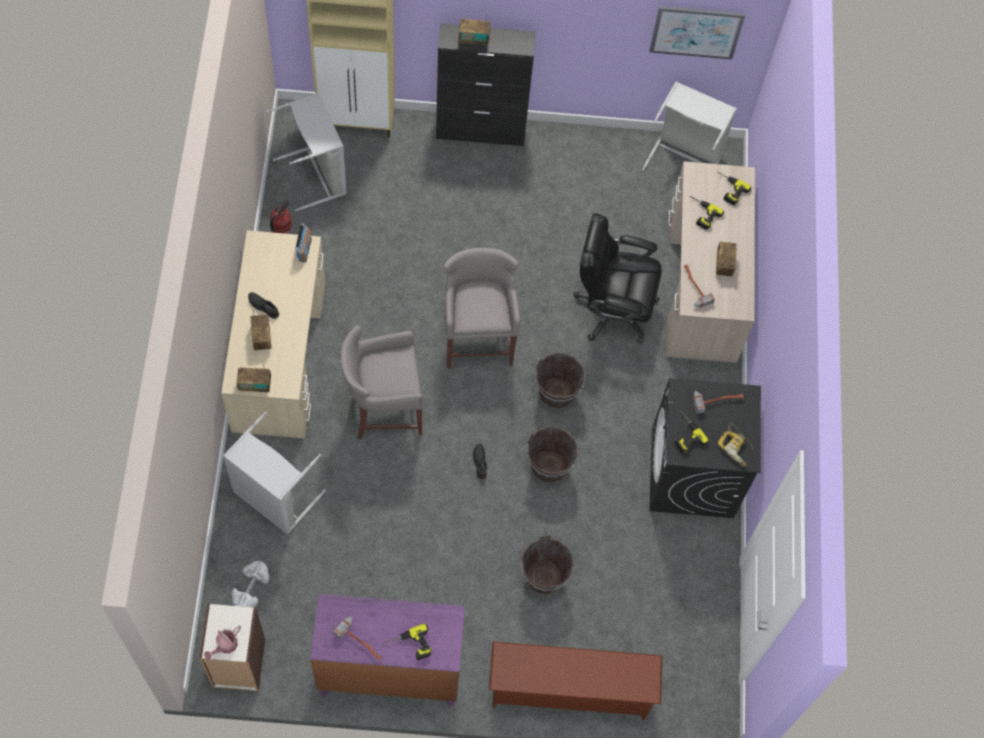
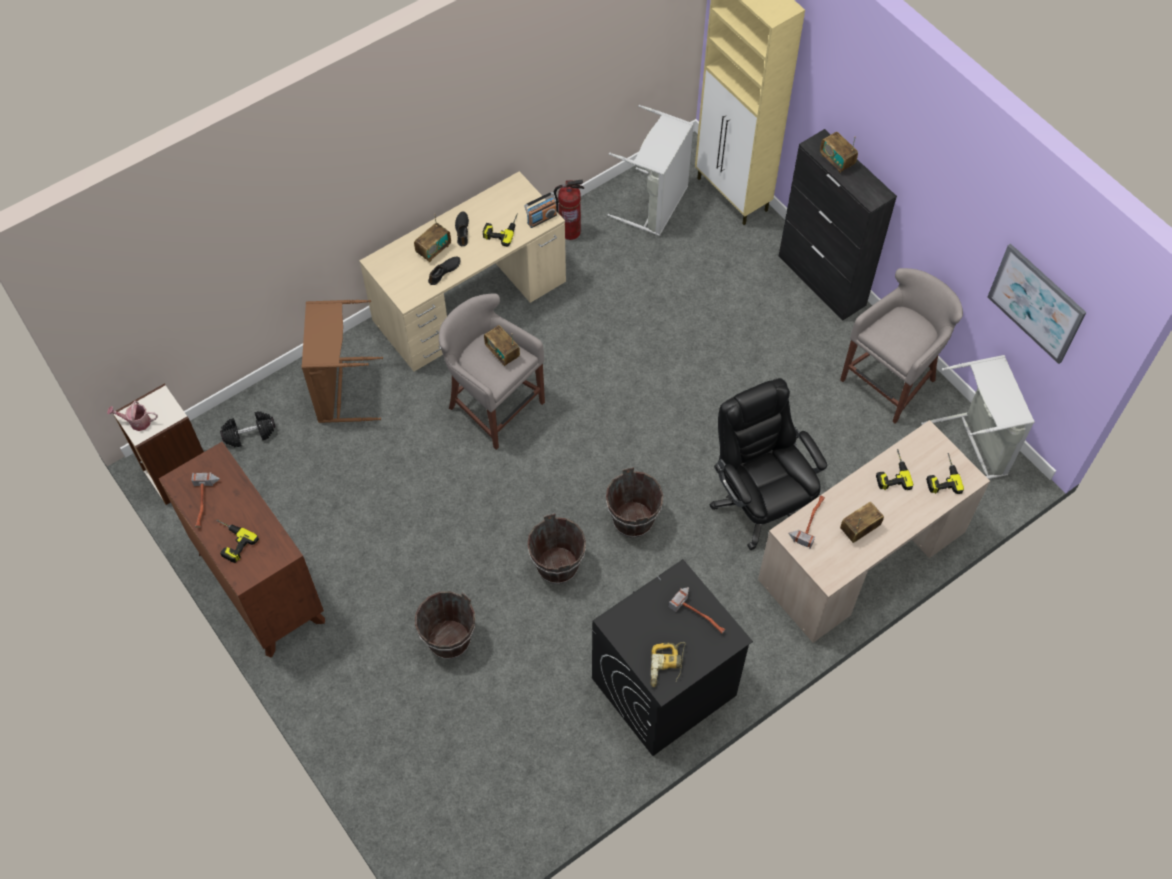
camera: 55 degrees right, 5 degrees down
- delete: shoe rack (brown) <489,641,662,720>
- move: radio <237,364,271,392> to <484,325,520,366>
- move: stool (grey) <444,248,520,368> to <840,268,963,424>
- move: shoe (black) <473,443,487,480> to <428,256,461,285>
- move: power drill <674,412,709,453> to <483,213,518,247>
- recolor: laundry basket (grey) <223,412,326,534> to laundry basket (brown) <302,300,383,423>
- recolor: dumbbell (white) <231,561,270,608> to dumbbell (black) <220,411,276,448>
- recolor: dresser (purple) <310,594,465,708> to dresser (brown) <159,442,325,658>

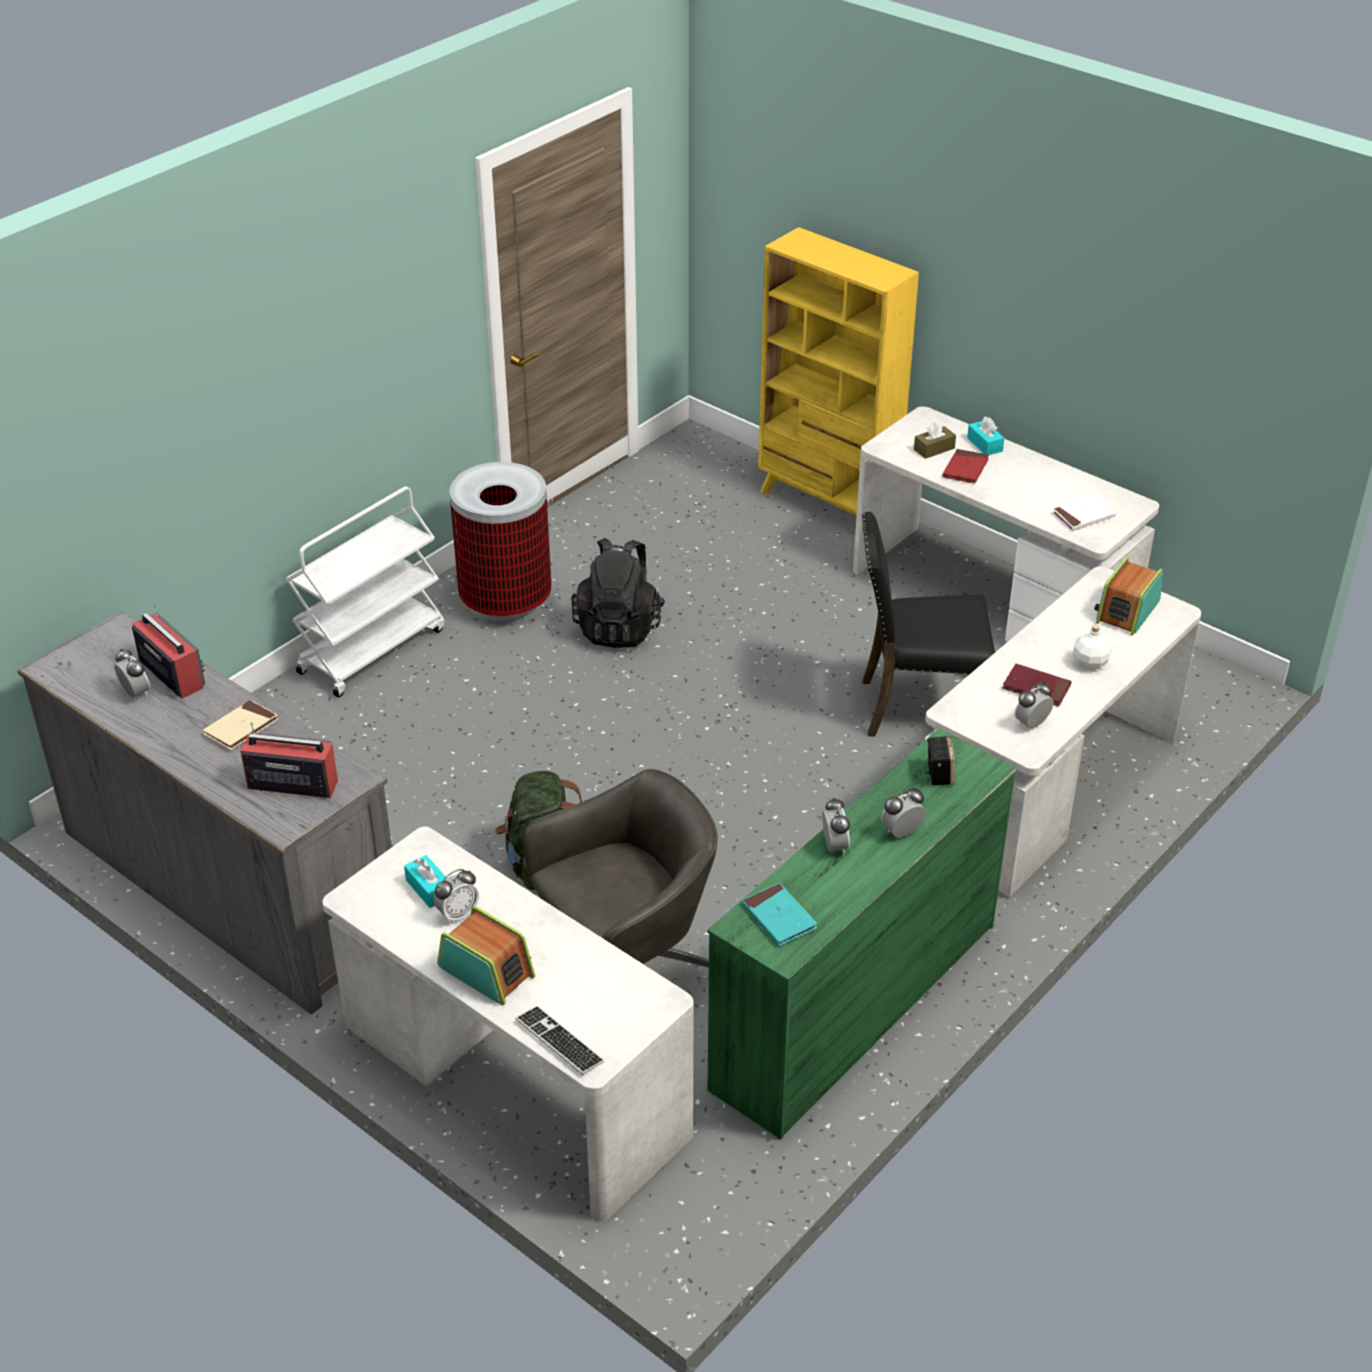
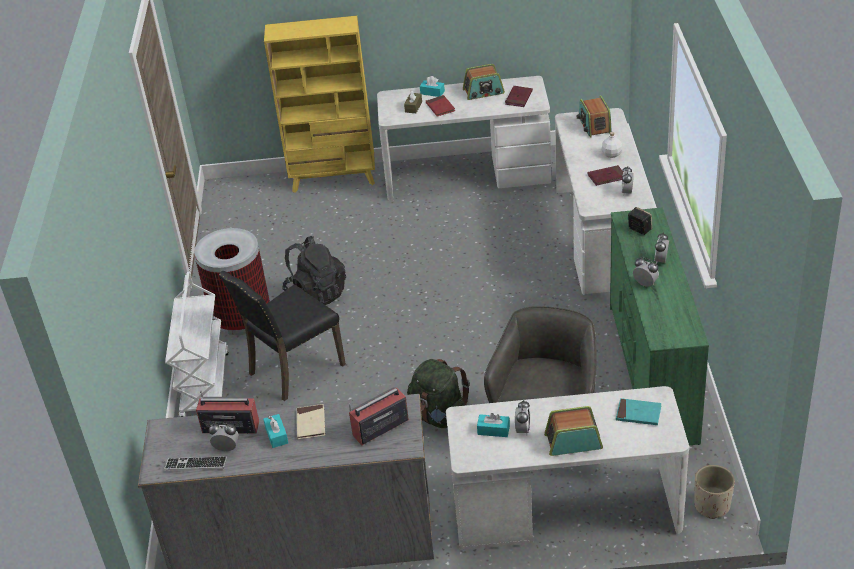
camera: 40 degrees left, 0 degrees up
- insert: tissue box (turquoise) <263,414,288,448>
- insert: radio <463,64,505,100>
- insert: planter (beige) <694,465,735,519>
- move: keyboard <515,1006,604,1075> to <164,456,227,471>
- move: book (turquoise) <742,882,817,946> to <616,398,661,425>
- move: chair (black) <862,512,995,736> to <219,271,346,401>
- recolor: book (white) <1052,494,1116,531> to book (red) <505,86,533,107>

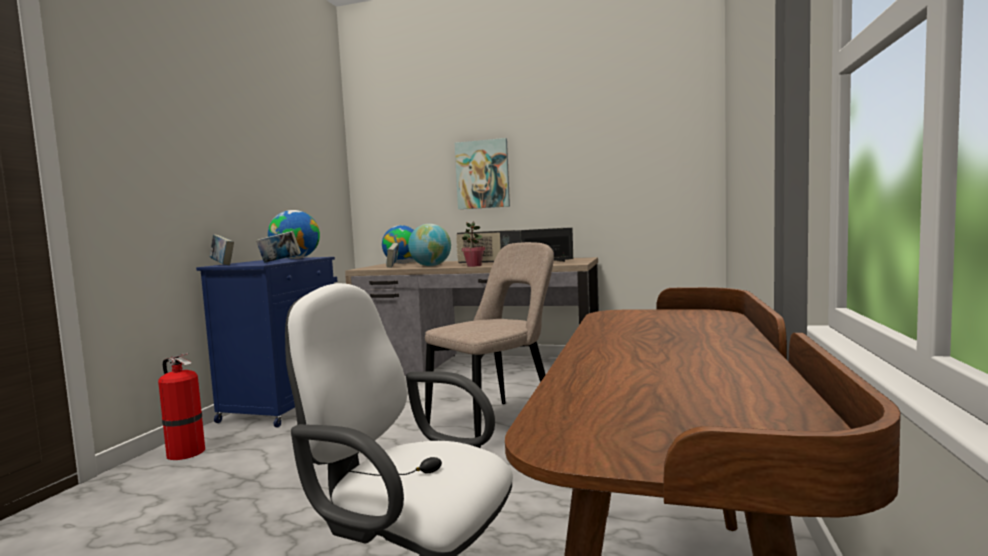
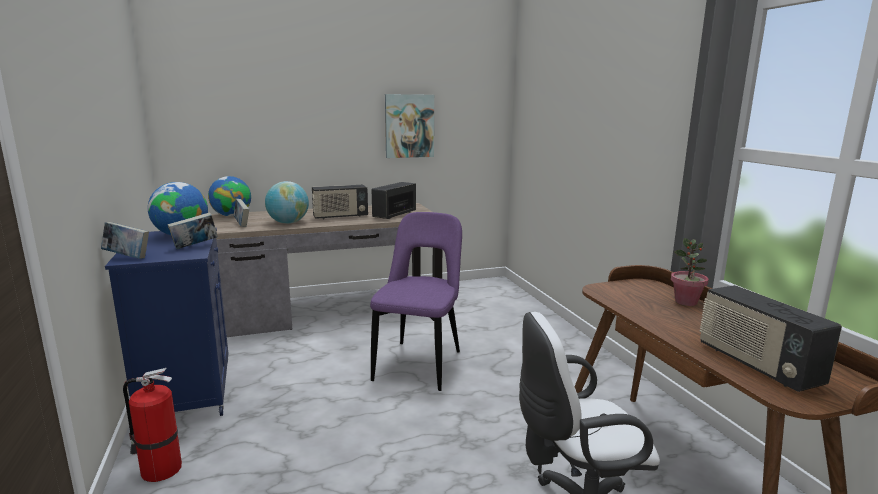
camera: 35 degrees left, 10 degrees up
- insert: radio <699,285,842,392>
- move: picture <455,138,510,209> to <385,94,434,158>
- move: potted plant <462,222,485,267> to <671,238,709,306>
- recolor: chair (beige) <425,242,554,448> to chair (purple) <370,212,462,391>

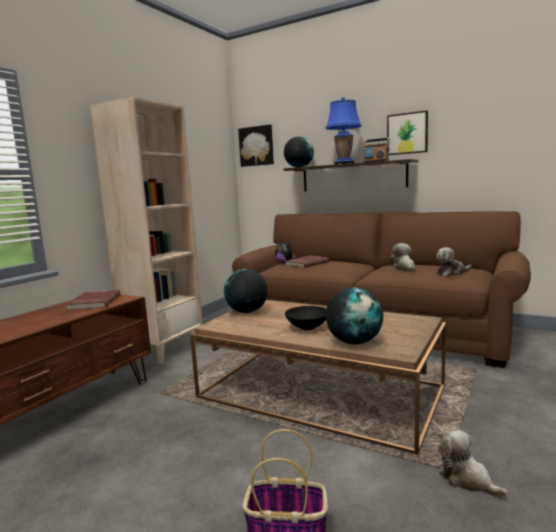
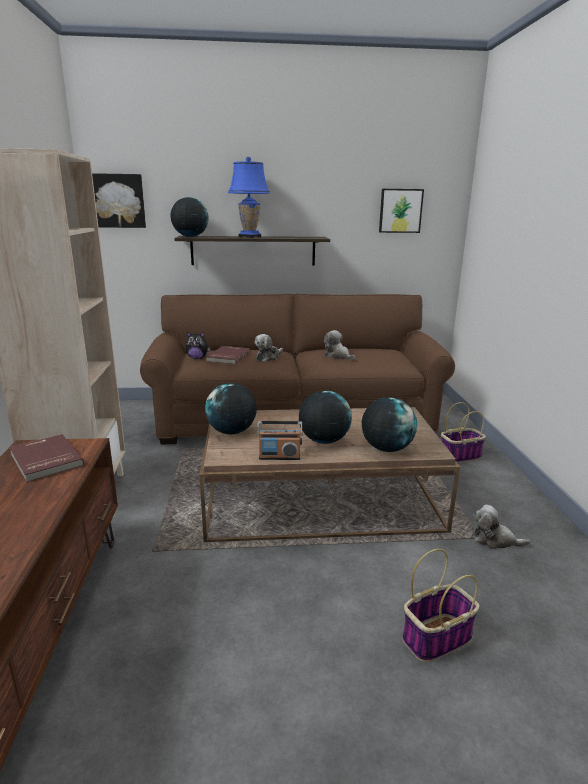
camera: 35 degrees left, 10 degrees up
- insert: basket <441,402,486,463>
- move: radio <363,138,390,162> to <257,421,303,460>
- move: picture <387,110,428,155> to <379,189,424,233>
- move: plush toy <437,247,472,276> to <255,334,283,362>
- replace: bowl (black) <285,306,326,331> to globe <299,390,352,444>

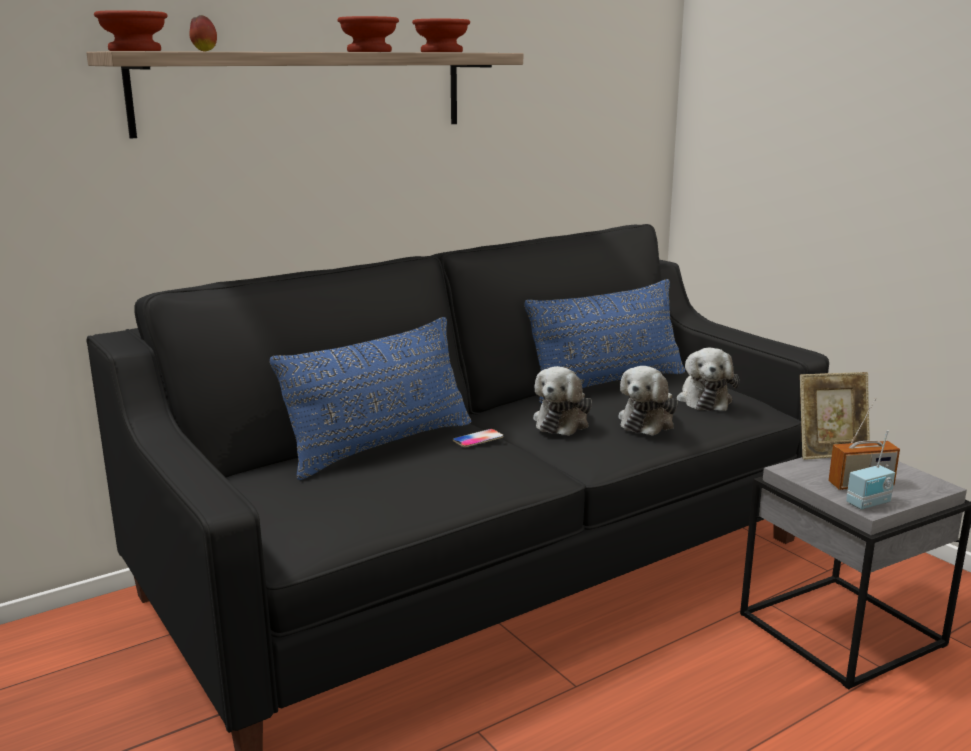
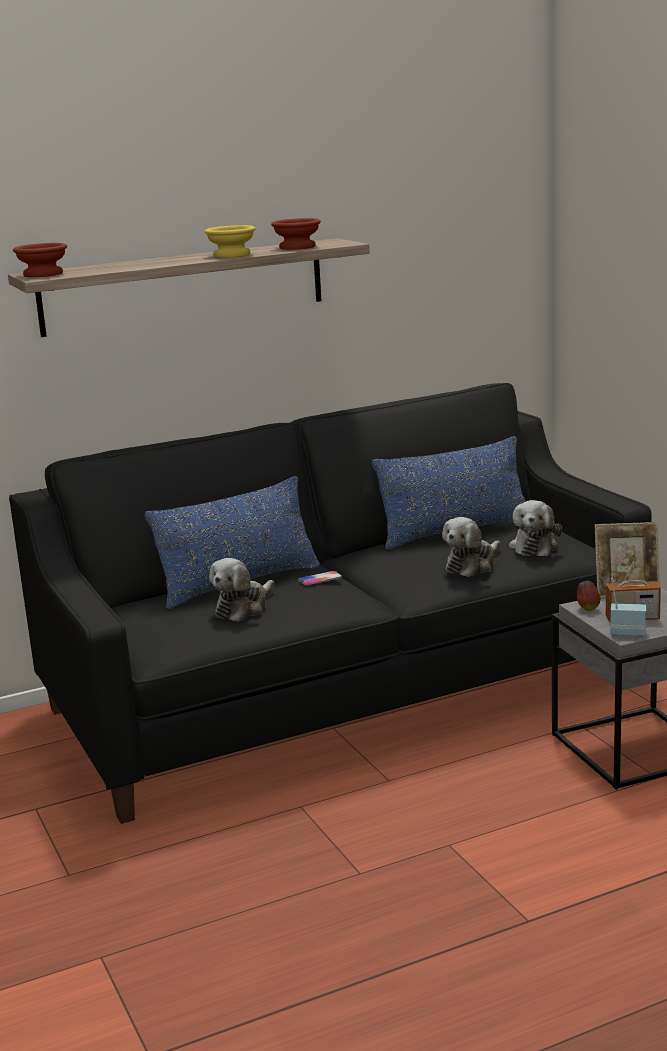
camera: 10 degrees right, 0 degrees up
- move: apple <190,15,217,51> to <577,581,600,611>
- move: plush toy <533,366,592,436> to <209,558,274,622>
- recolor: bowl (brown) <337,16,399,52> to bowl (yellow) <204,225,255,258>
- rotate: radio <846,430,895,510> = <610,578,646,637> 150 degrees counterclockwise

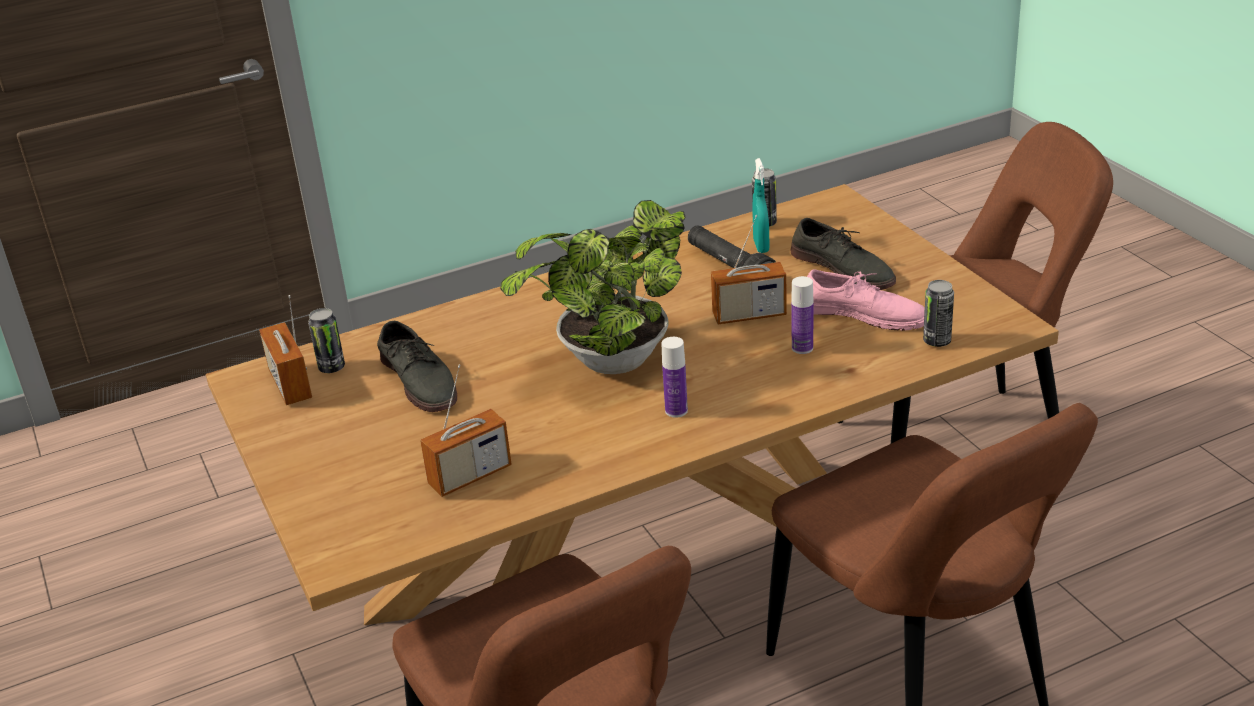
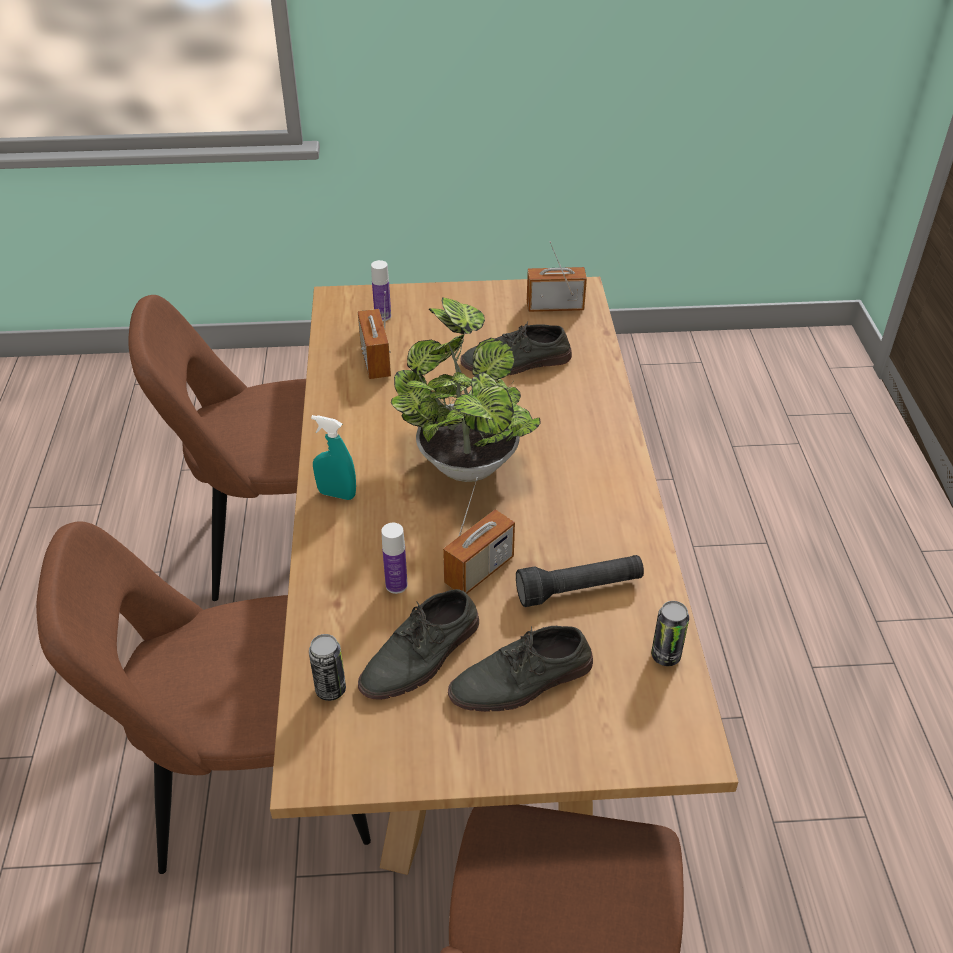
camera: 110 degrees right, 10 degrees up
- delete: can <308,308,345,373>
- move: bottle <661,337,688,418> to <371,260,391,321>
- move: spray bottle (turquoise) <753,158,769,253> to <311,415,356,500>
- recolor: shoe (pink) <807,269,925,331> to shoe (grey) <358,589,479,700>
- rotate: radio <711,215,787,324> = <443,477,515,594> 150 degrees counterclockwise

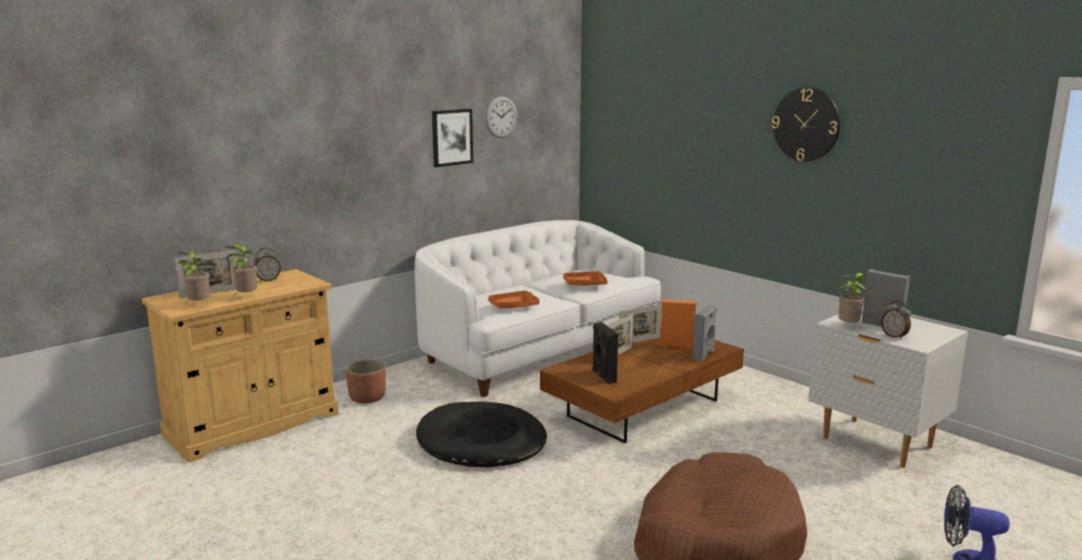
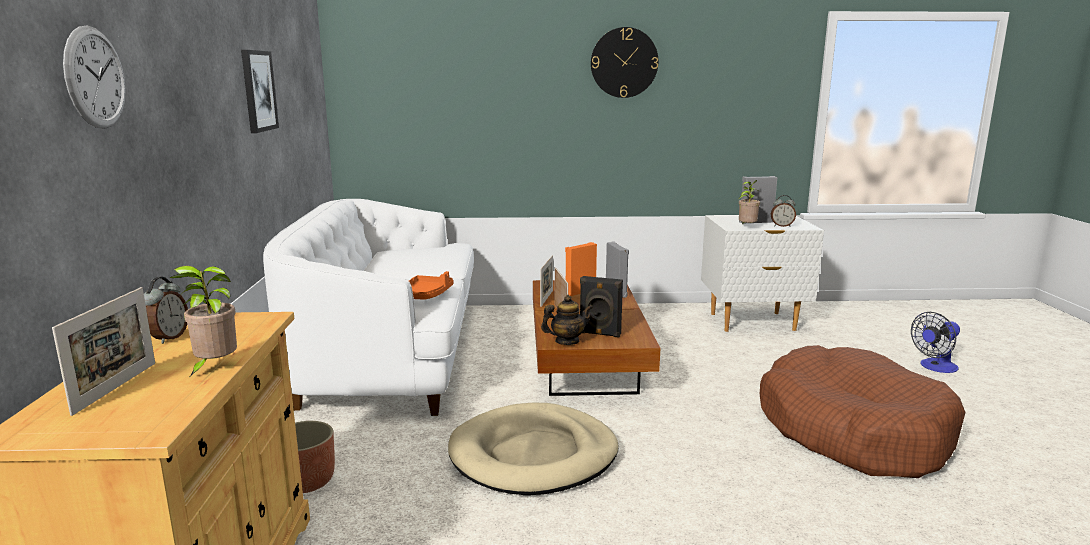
camera: 50 degrees left, 0 degrees up
- delete: potted plant <178,249,210,301>
- delete: tray (orange) <563,271,608,286>
- insert: teapot <541,295,593,345>
- move: wall clock <485,96,517,138> to <63,26,126,129>
- recolor: dog bed (black) <416,402,547,467> to dog bed (beige) <448,403,618,495>

